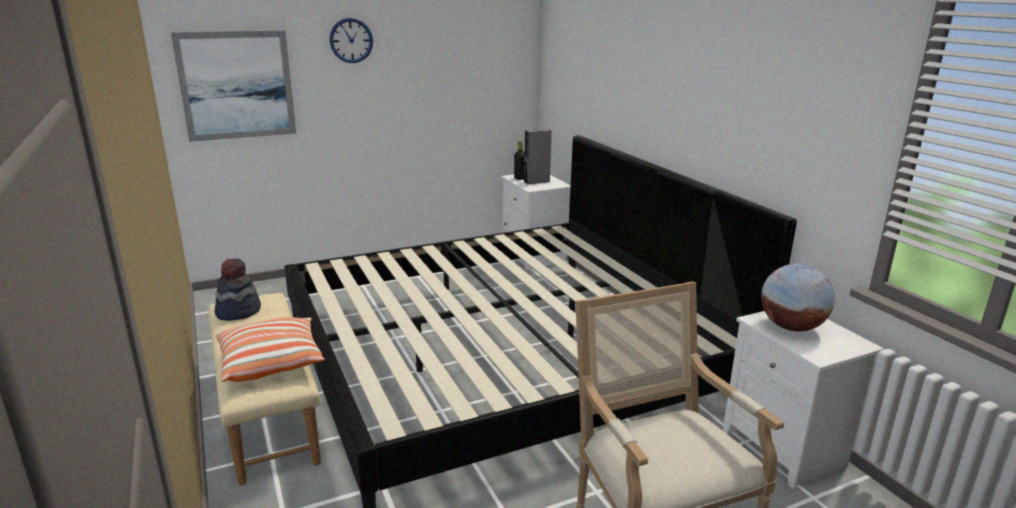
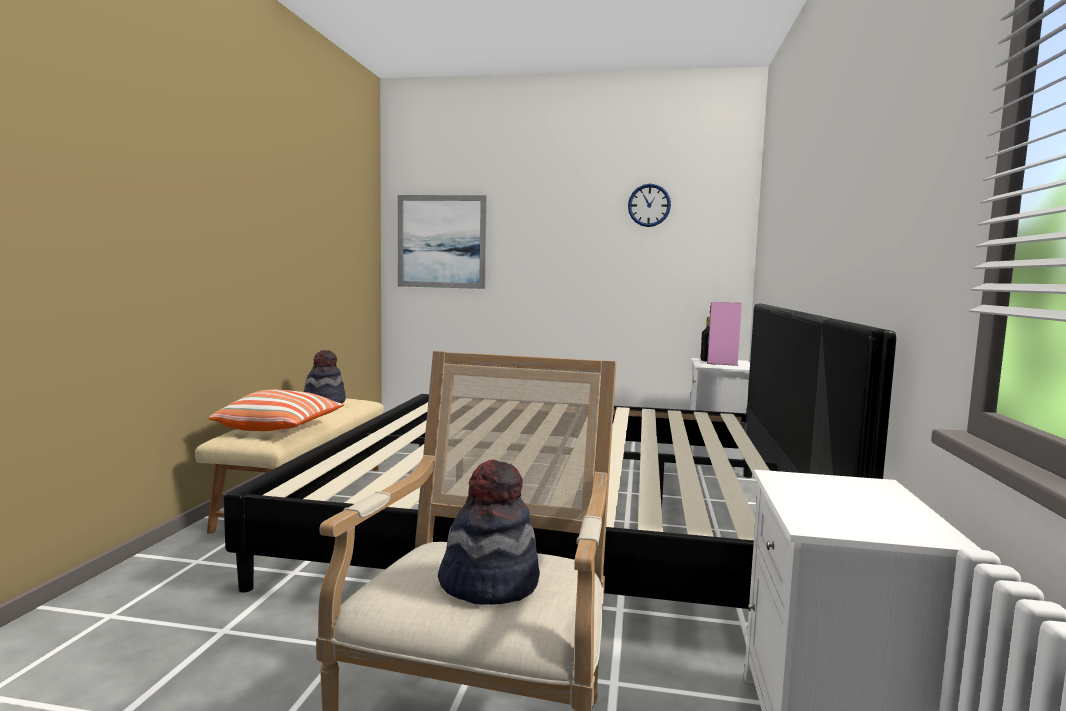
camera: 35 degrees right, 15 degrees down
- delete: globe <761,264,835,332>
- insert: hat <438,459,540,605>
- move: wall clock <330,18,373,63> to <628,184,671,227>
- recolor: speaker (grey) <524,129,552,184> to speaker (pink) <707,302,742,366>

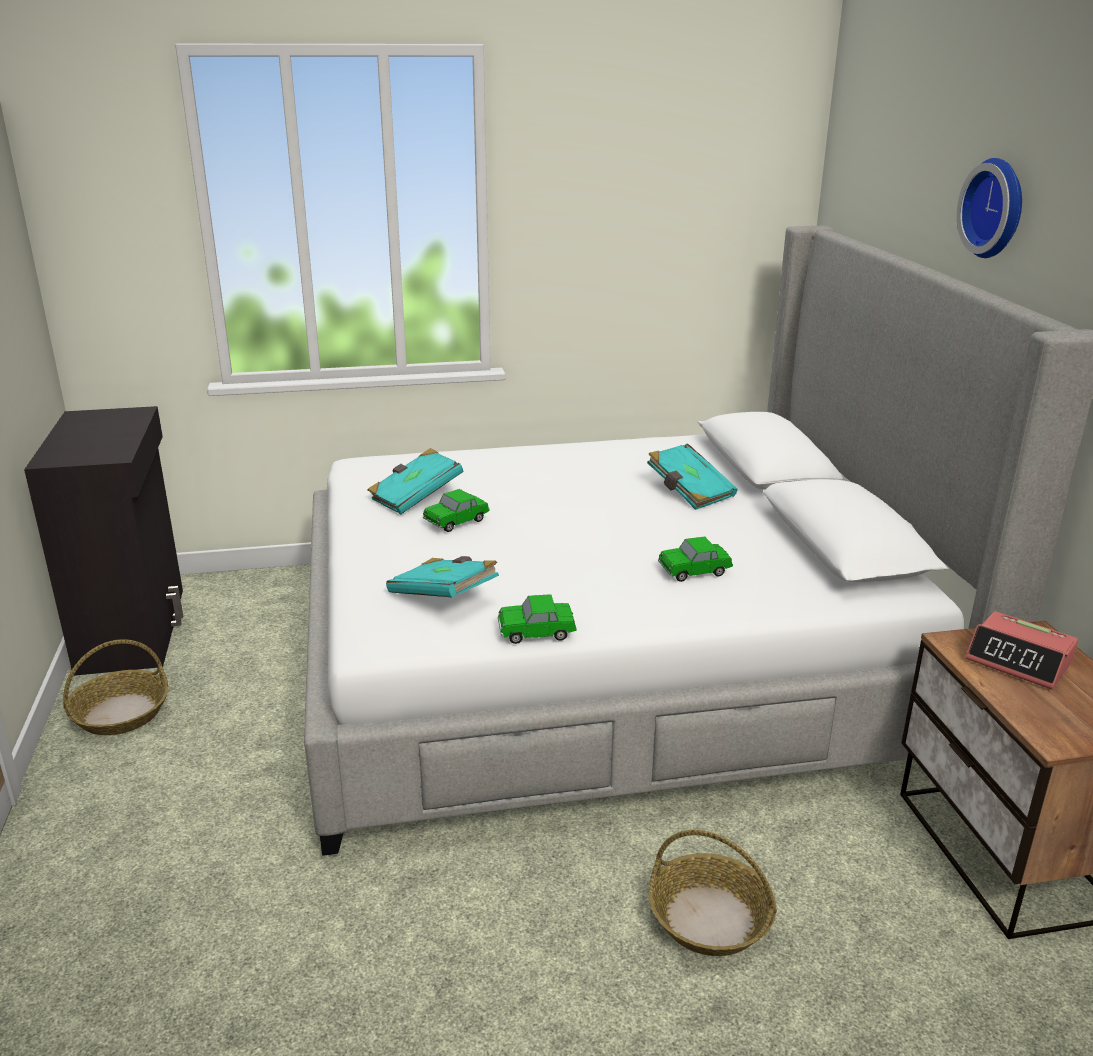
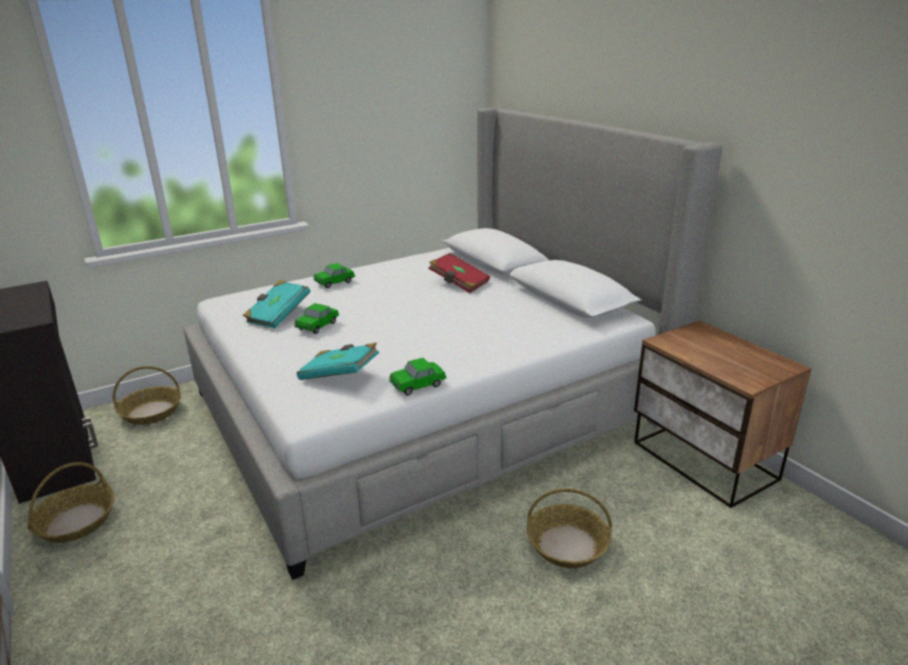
camera: 20 degrees left, 0 degrees up
- delete: wall clock <957,158,1022,258>
- delete: alarm clock <965,611,1078,690>
- insert: basket <113,366,181,425>
- move: toy car <658,537,733,582> to <313,263,355,288>
- recolor: book (turquoise) <647,444,738,510> to book (red) <428,253,490,293>

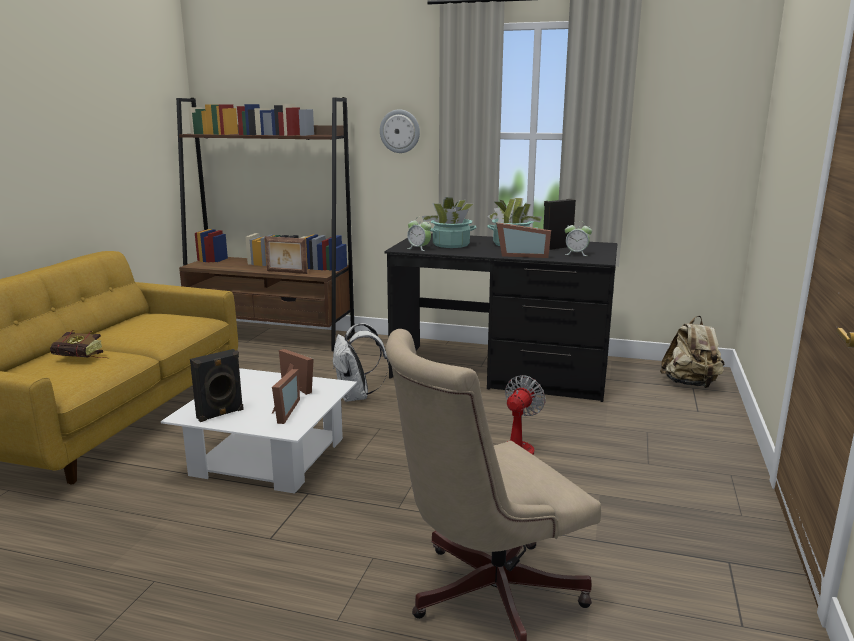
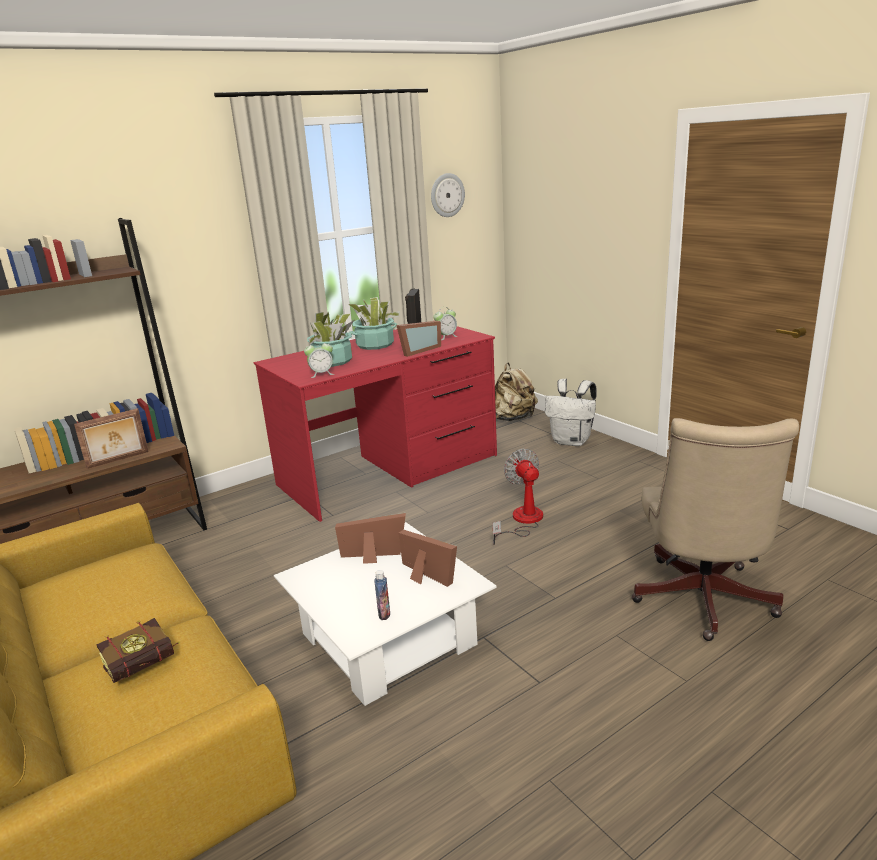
camera: 50 degrees left, 5 degrees up
- move: backpack (white) <333,323,389,402> to <545,379,597,446>
- move: wall clock <380,109,420,153> to <431,173,465,217>
- replace: speaker (black) <190,349,244,422> to bottle <374,570,390,620>
- recolor: desk (black) <384,234,618,402> to desk (red) <254,326,497,522>

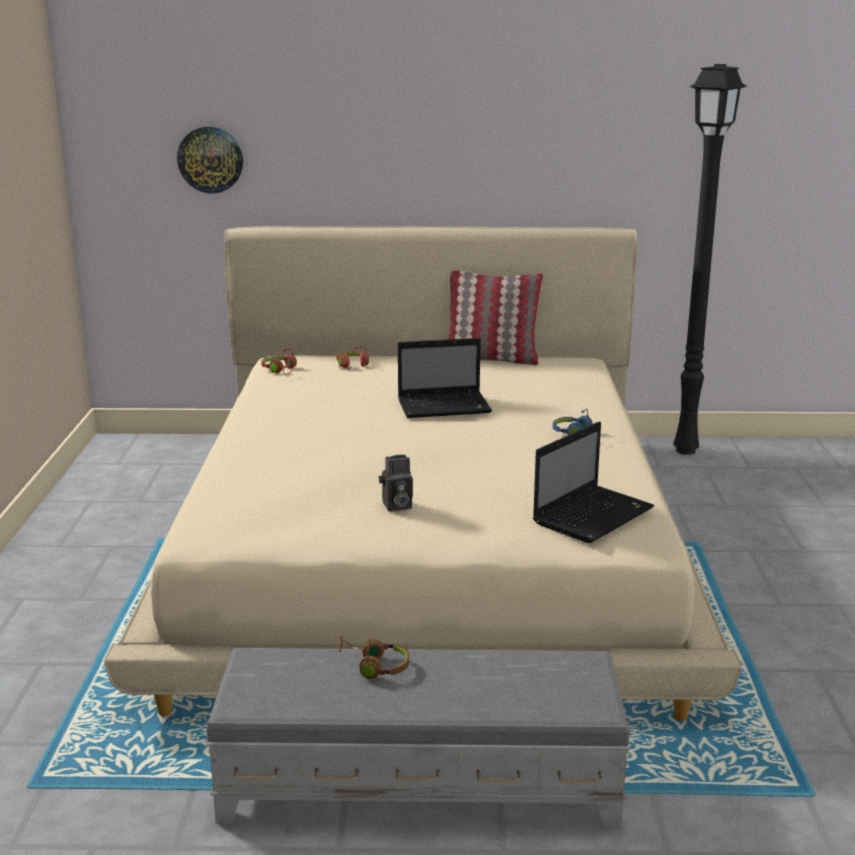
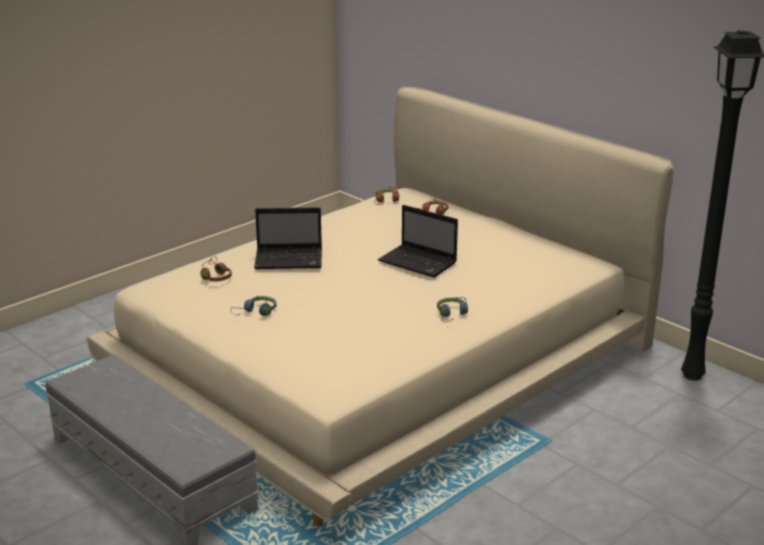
camera: 45 degrees right, 5 degrees up
- delete: wall clock <177,127,243,193>
- delete: pillow <448,271,543,365>
- move: headphones (brown) <339,635,409,679> to <200,256,232,281>
- move: laptop <533,422,654,543> to <254,207,322,269>
- replace: photo camera <378,455,413,512> to headphones (blue) <230,296,276,316>

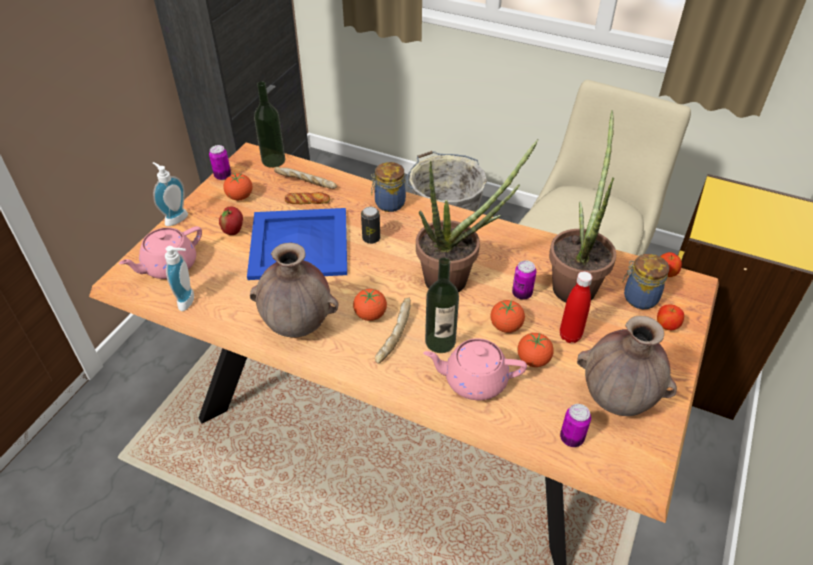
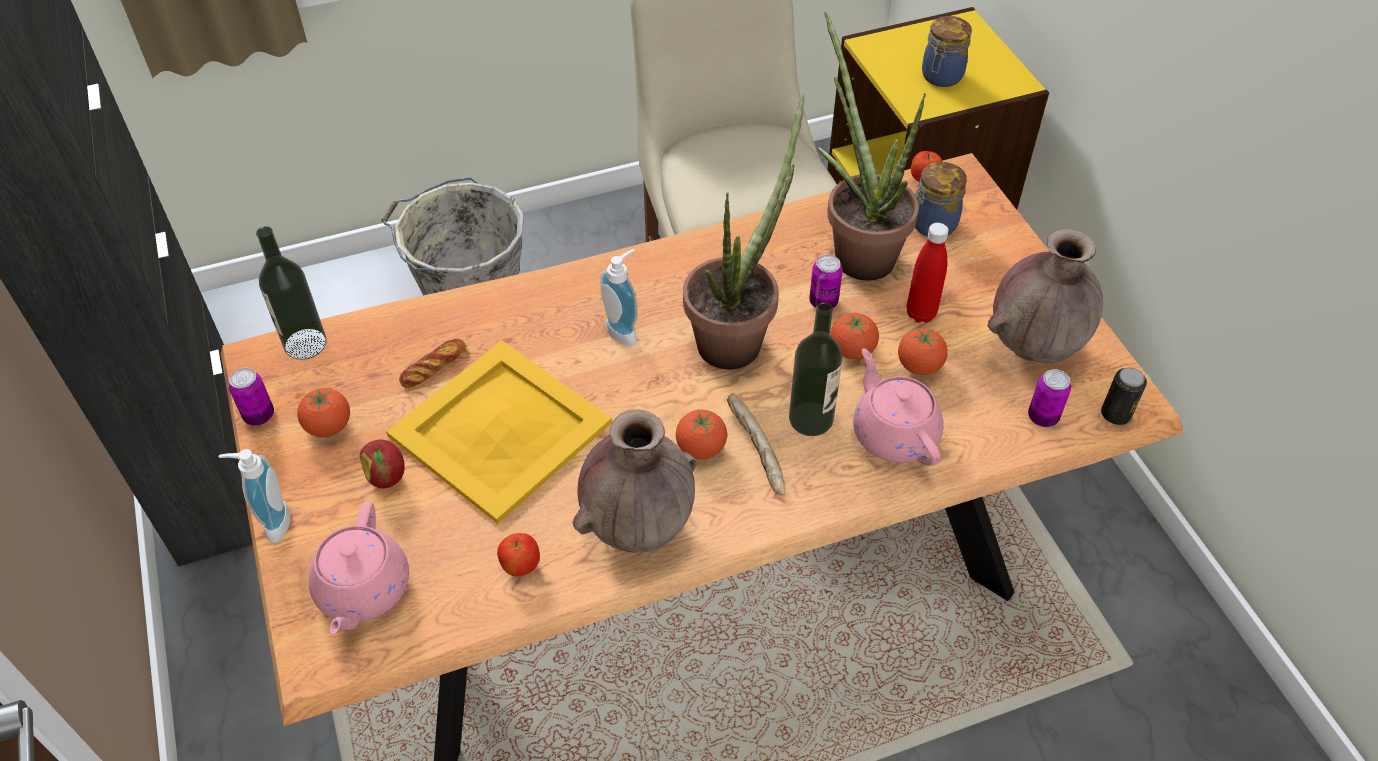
camera: 45 degrees left, 5 degrees up
- delete: bread <274,167,337,189>
- move: soap dispenser <165,246,194,311> to <600,249,638,346>
- move: can <361,207,380,244> to <1101,367,1147,425>
- move: jar <371,162,406,212> to <922,16,972,87>
- move: apple <657,305,684,330> to <497,533,540,576>
- recolor: tray (blue) <247,208,347,280> to tray (yellow) <386,341,612,524>
- rotate: teapot (pink) <423,338,527,400> = <853,348,943,466> 105 degrees clockwise

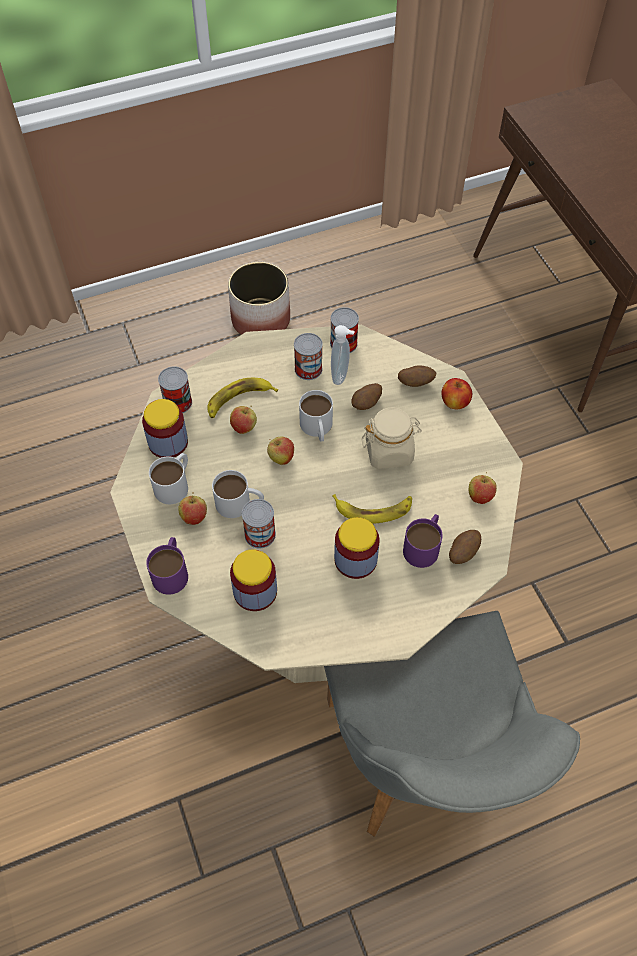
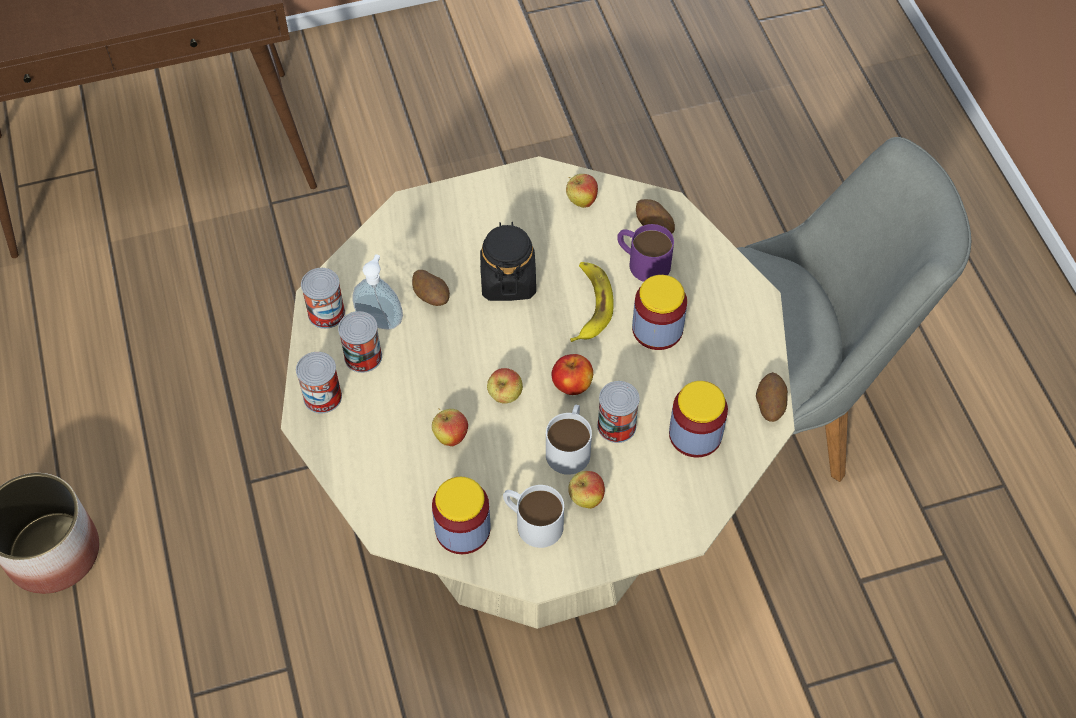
camera: 85 degrees left, 0 degrees up
- delete: mug (purple) <146,537,188,595>
- delete: banana <207,378,278,418>
- delete: mug (white) <299,390,333,442>
- move: can <158,367,192,413> to <296,352,342,414>
- move: potato <398,365,436,387> to <756,372,788,422>
- move: apple <441,378,472,409> to <552,354,593,395>
- recolor: jar (beige) <362,407,422,469> to jar (black) <480,222,536,301>

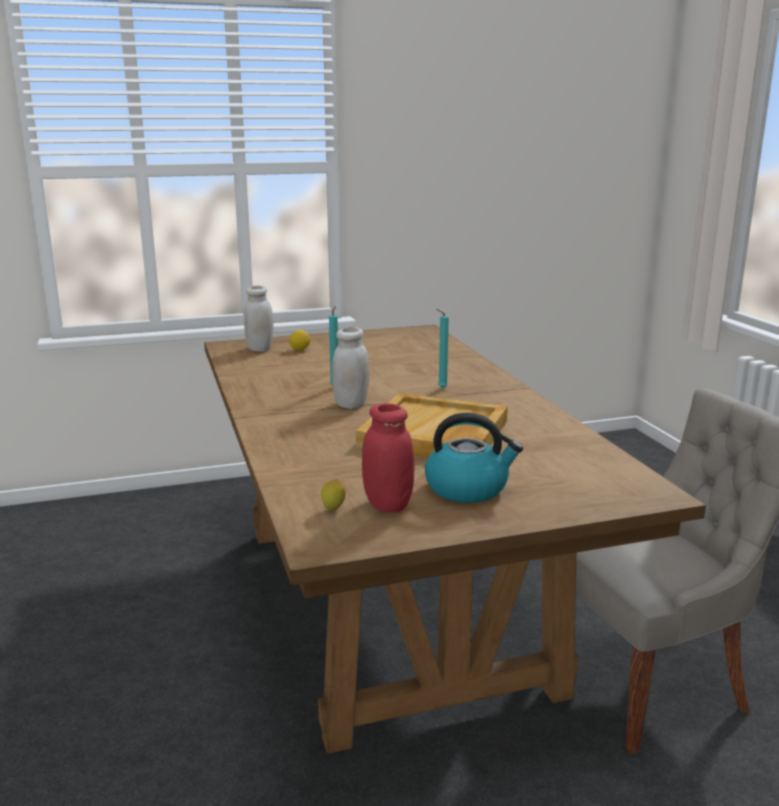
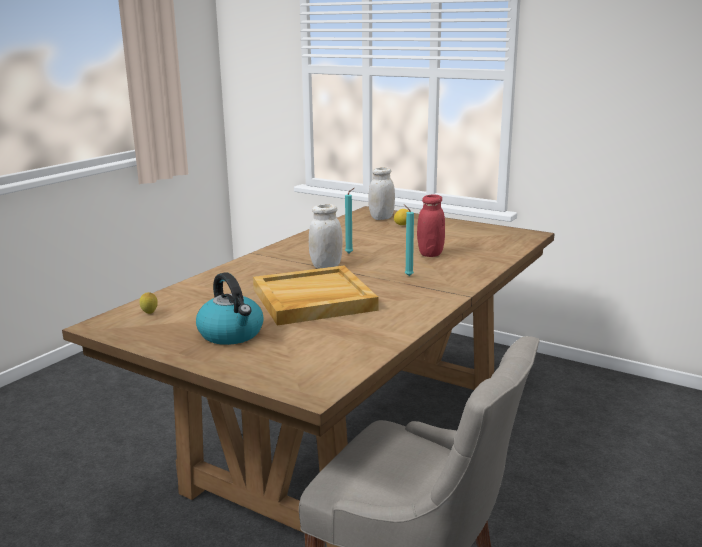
camera: 50 degrees right, 0 degrees up
- move: jar (red) <362,403,414,513> to <417,194,445,257>

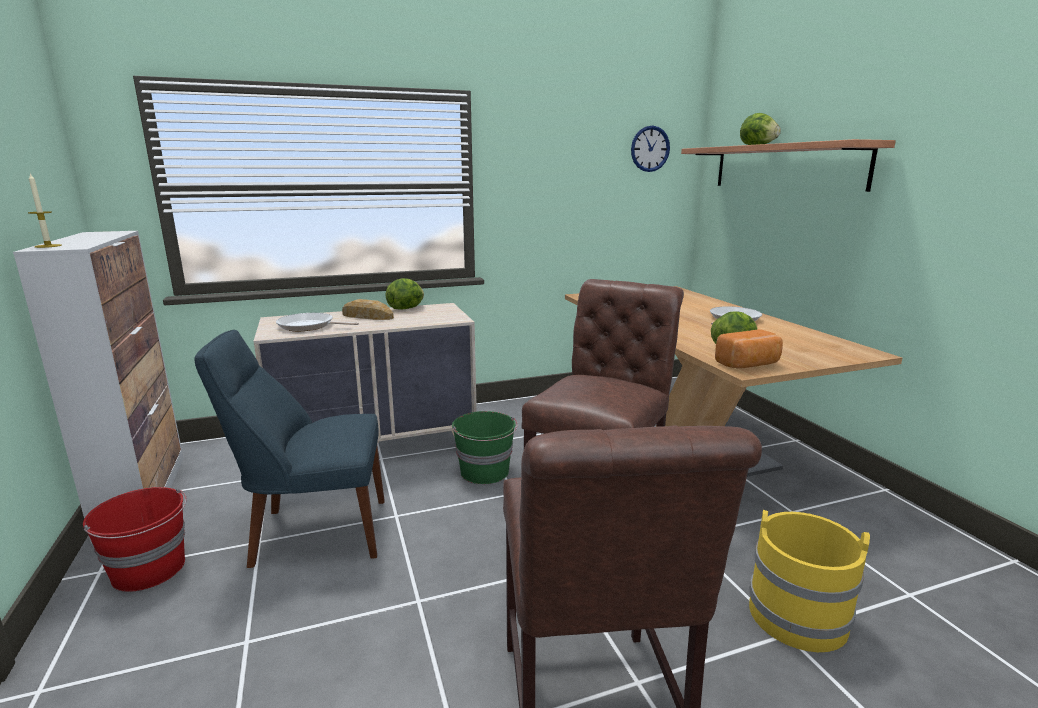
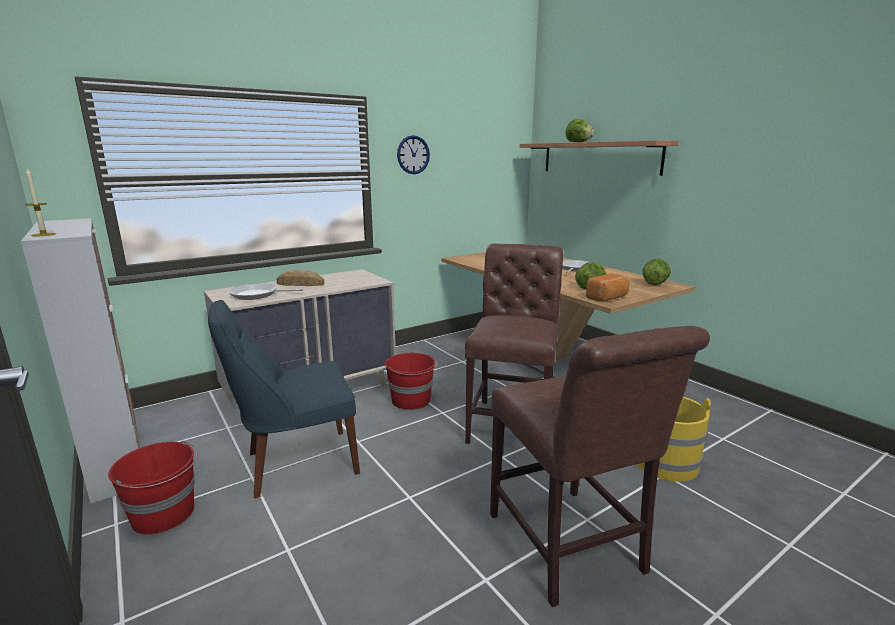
camera: 15 degrees left, 0 degrees up
- move: lettuce <386,278,424,310> to <642,258,671,285>
- move: wall clock <631,125,670,172> to <397,135,430,174>
- recolor: bucket (green) <452,411,518,484> to bucket (red) <385,353,437,410>

